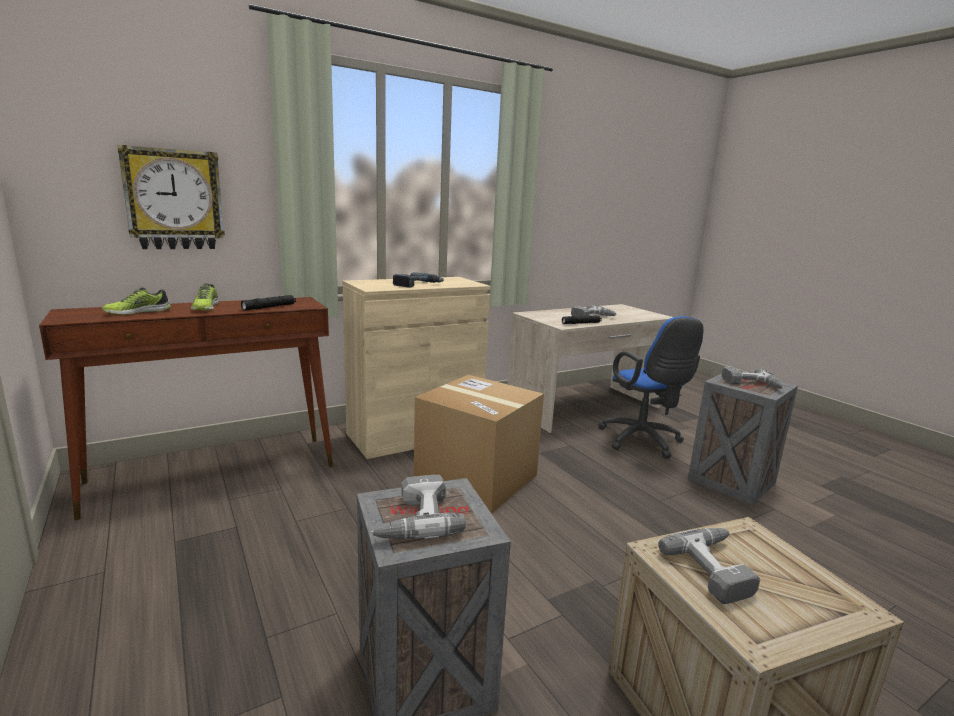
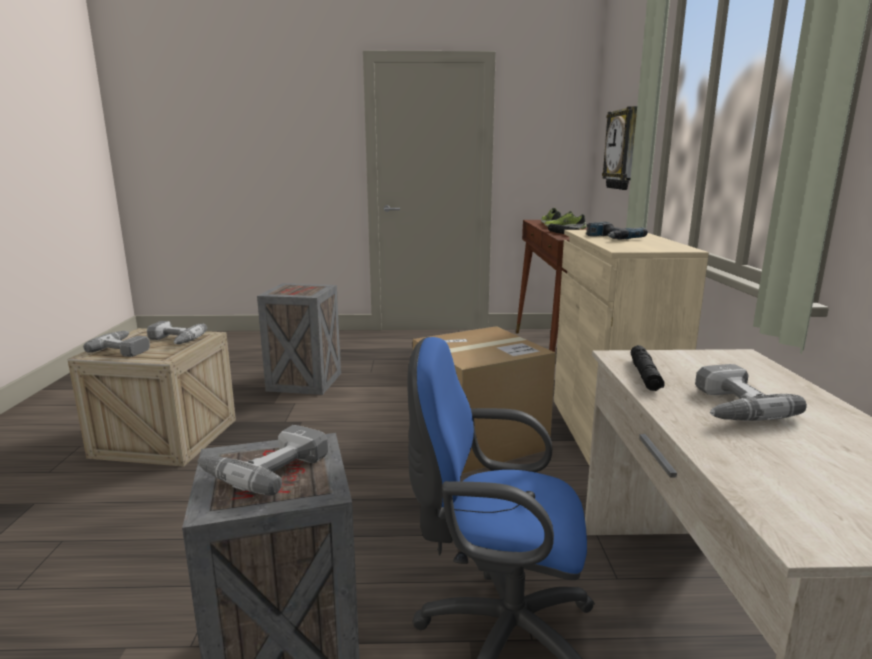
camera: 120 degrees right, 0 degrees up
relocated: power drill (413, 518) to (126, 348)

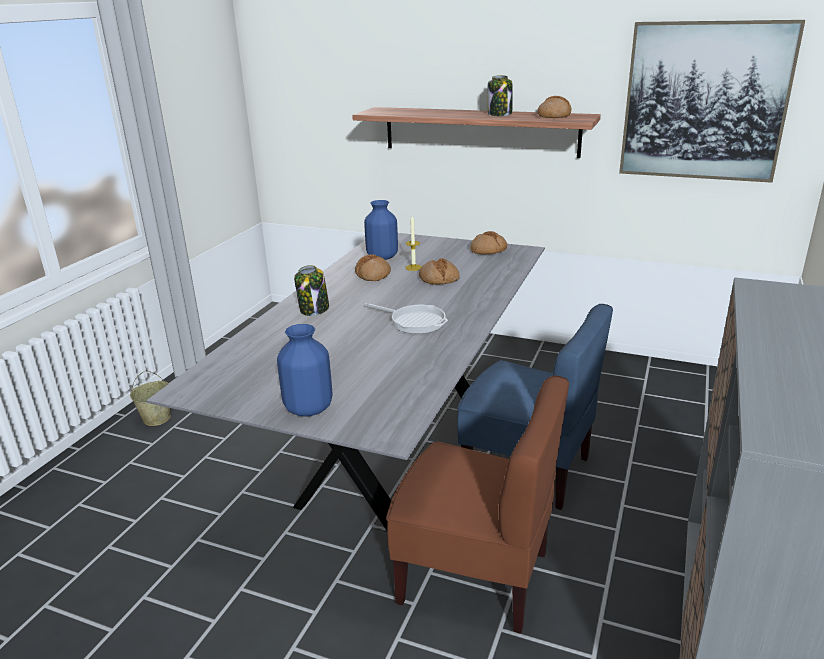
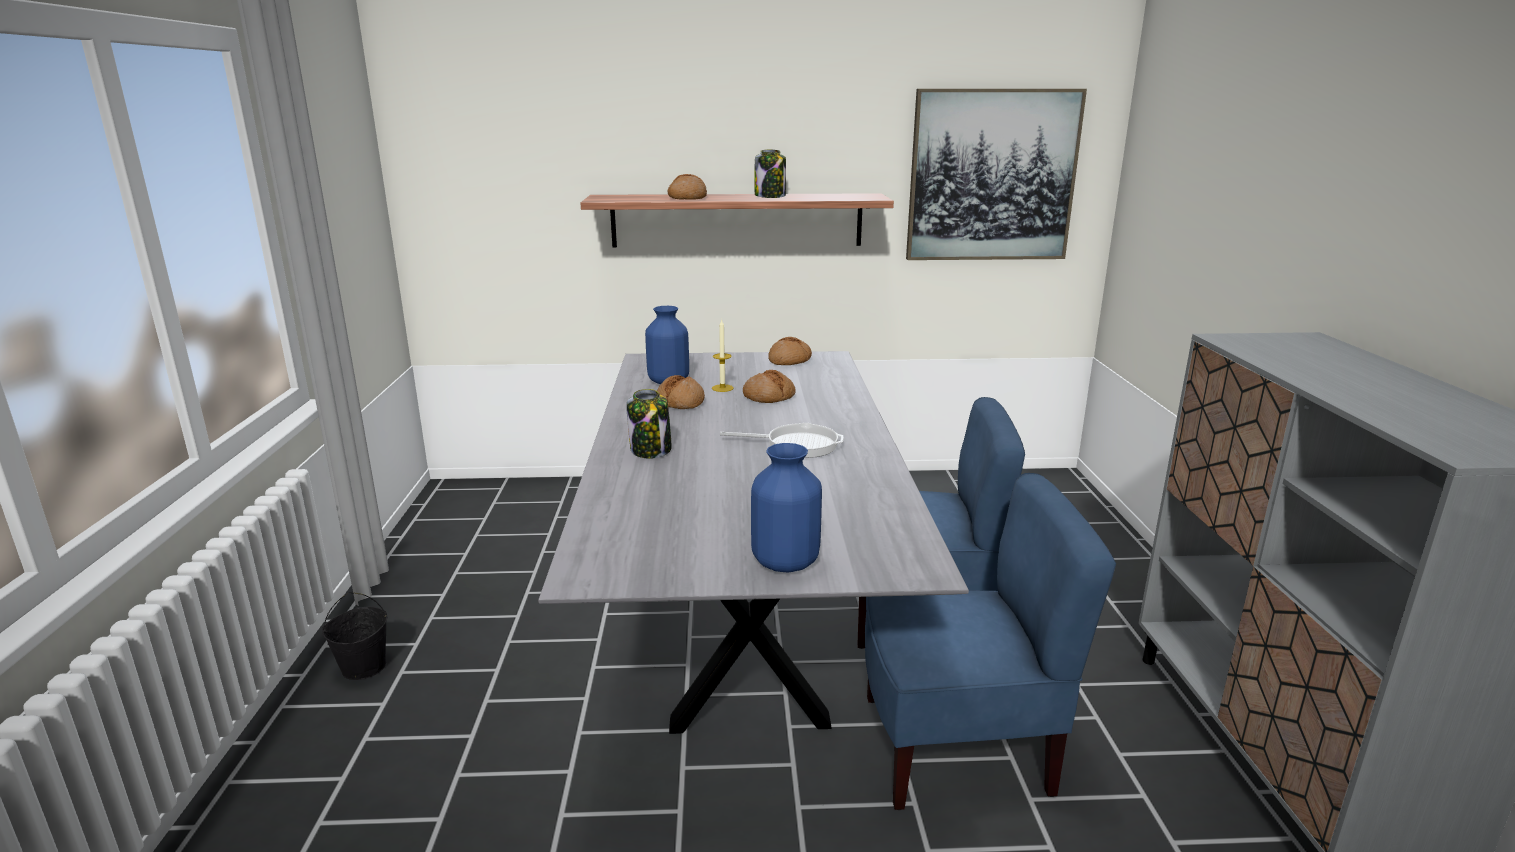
camera: 25 degrees left, 5 degrees down
relocated: bread (554, 115) to (687, 197)
colour: beige bucket (157, 418) to black bucket (364, 666); brown chair (475, 575) to blue chair (956, 748)

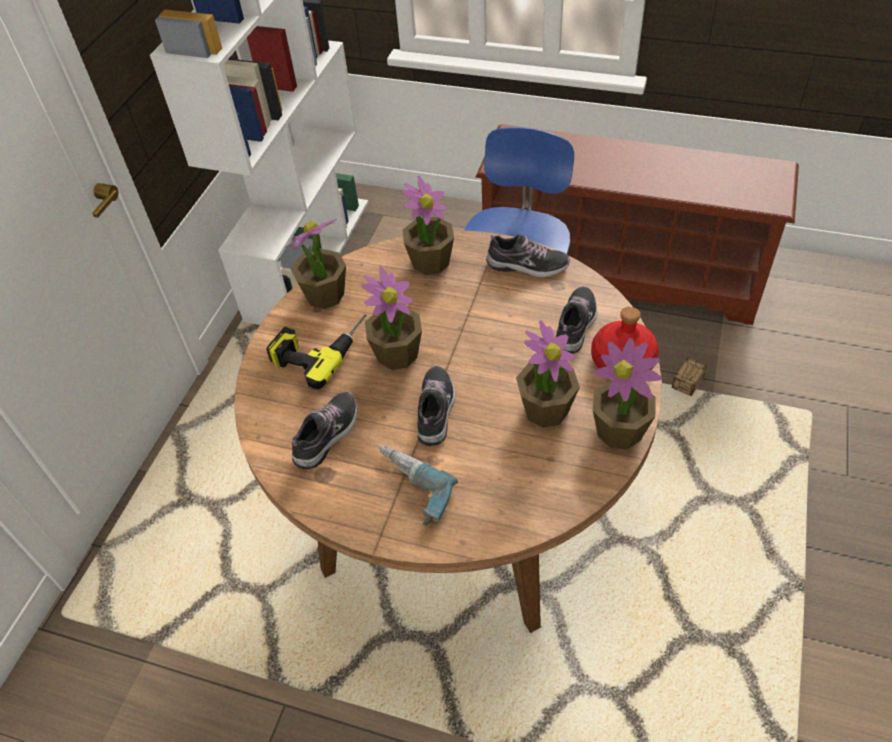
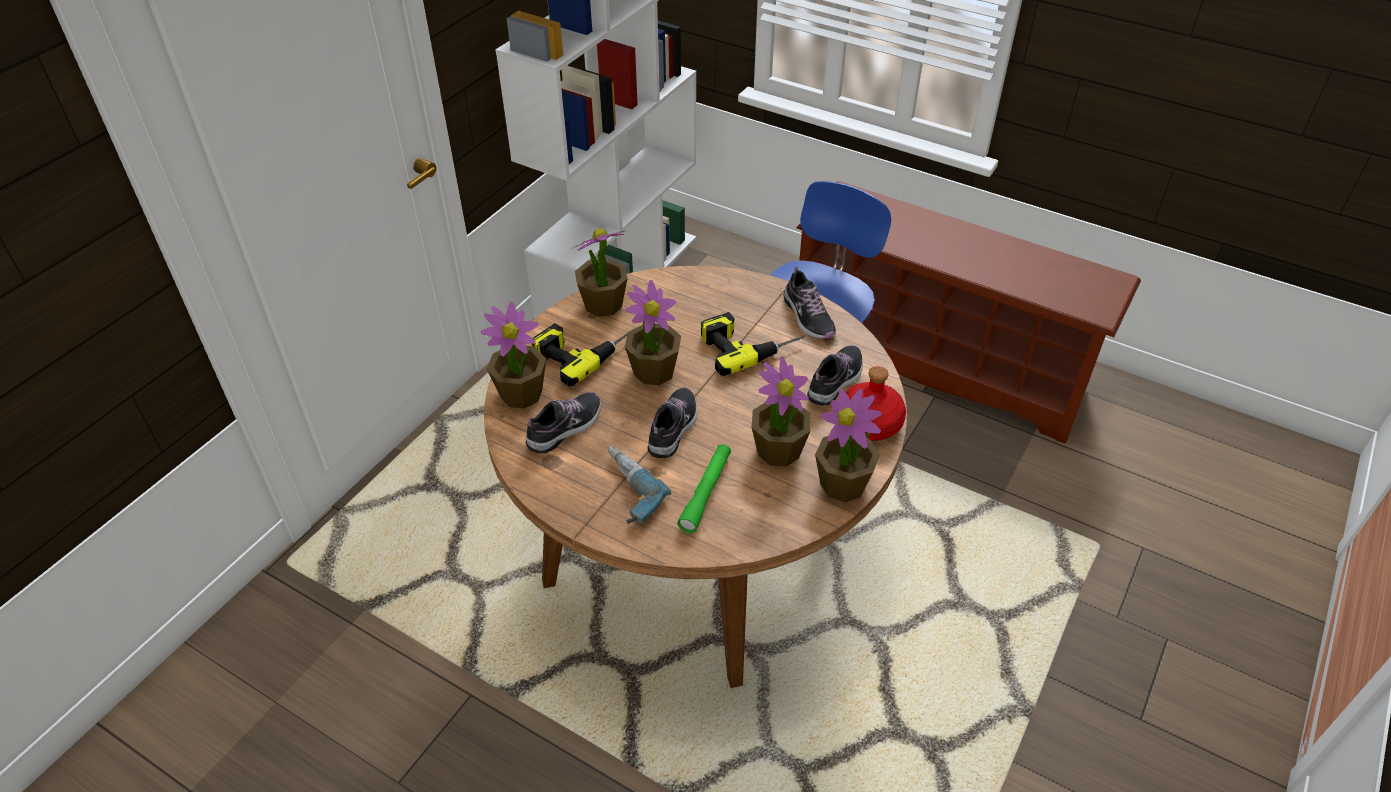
camera: 10 degrees right, 5 degrees down
missing: storage box (678, 397)
appeared: green flashlight (706, 492); power drill (748, 344)
relocated: potted plant (430, 262) to (521, 393)
spun: shoe (527, 265) = (808, 317) 45 degrees clockwise

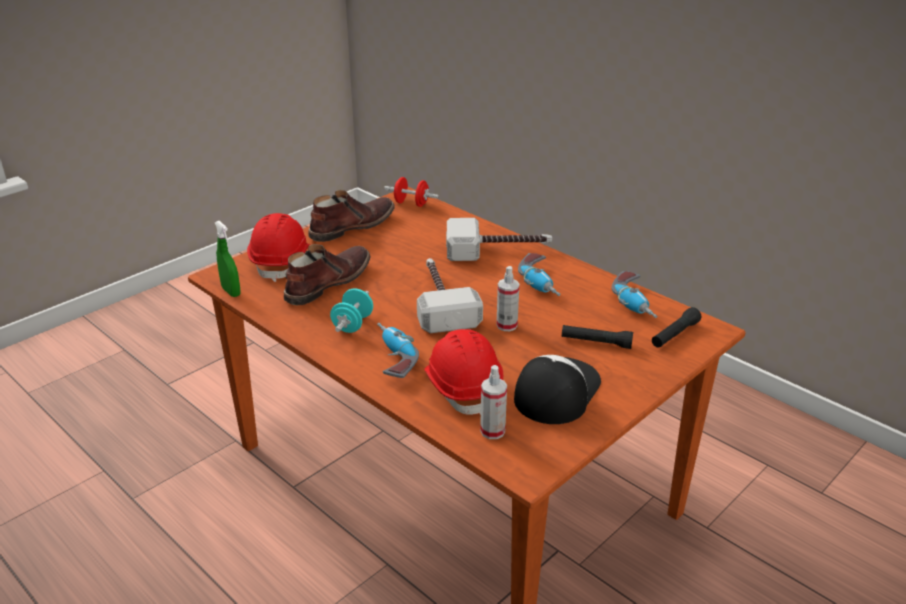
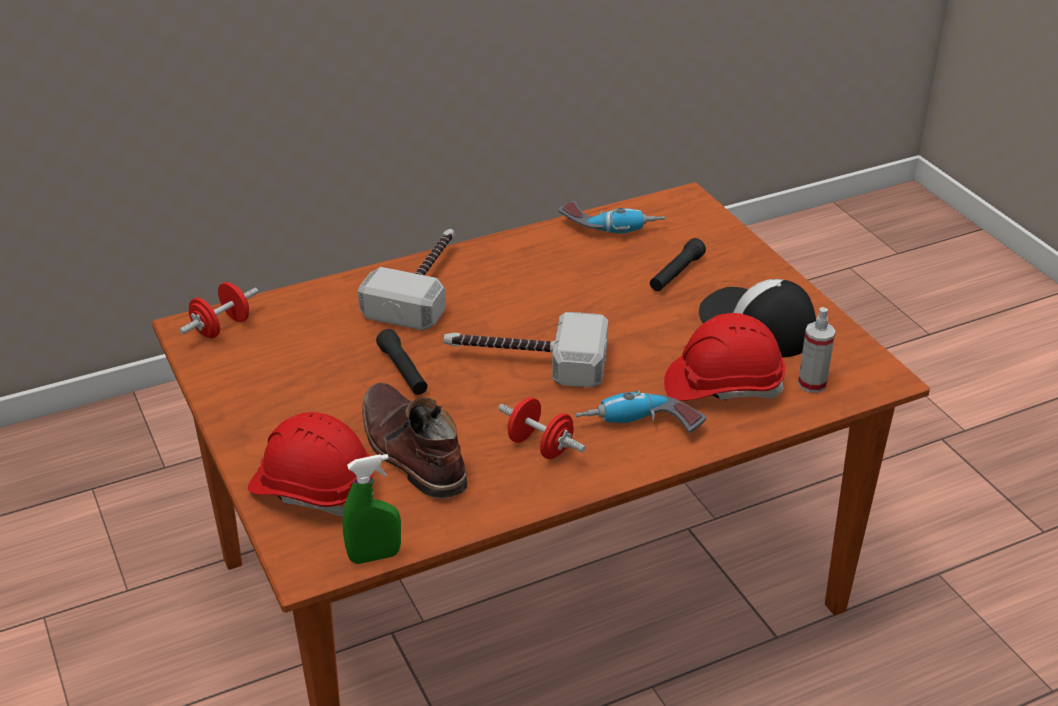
camera: 70 degrees left, 5 degrees up
missing: brown boot (351, 226); spray bottle (506, 325); power drill (541, 283)
relocated: black flashlight (674, 335) to (403, 371)
colour: turquoise dumbbell (353, 324) to red dumbbell (540, 446)

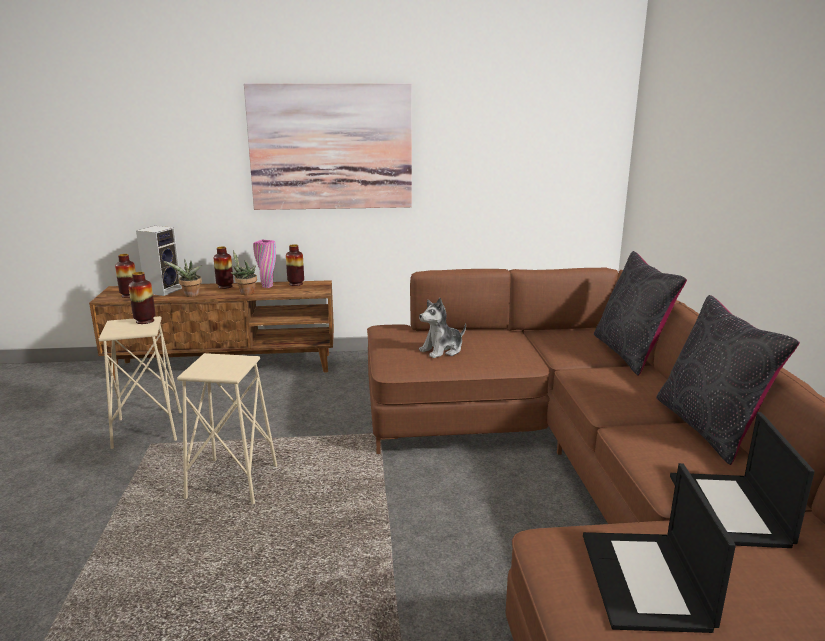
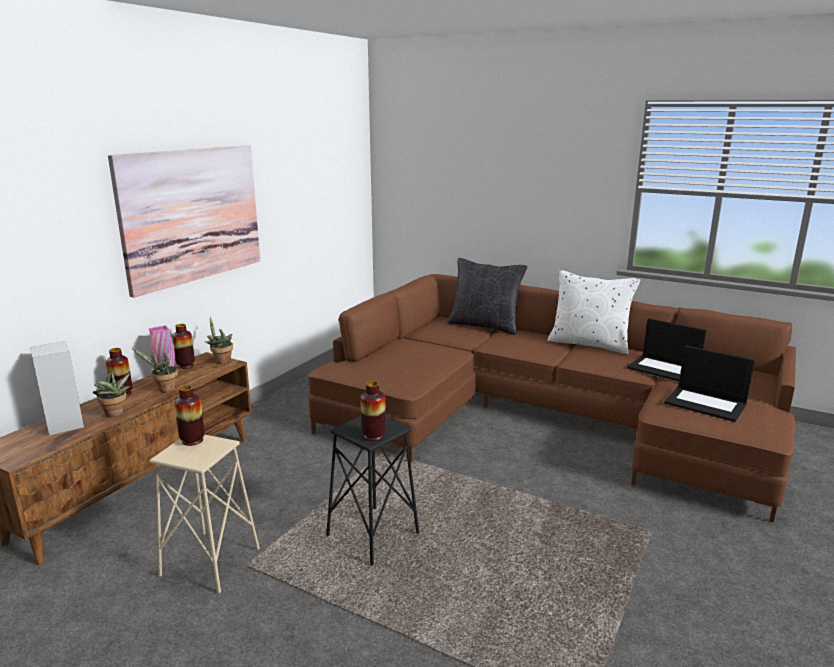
camera: 55 degrees left, 0 degrees up
missing: plush toy (442, 350)
appeared: potted plant (221, 361)
relocated: vase (129, 295) to (373, 436)
colour: beige stool (232, 482) to black stool (372, 535); black pillow (709, 427) to white pillow (589, 344)

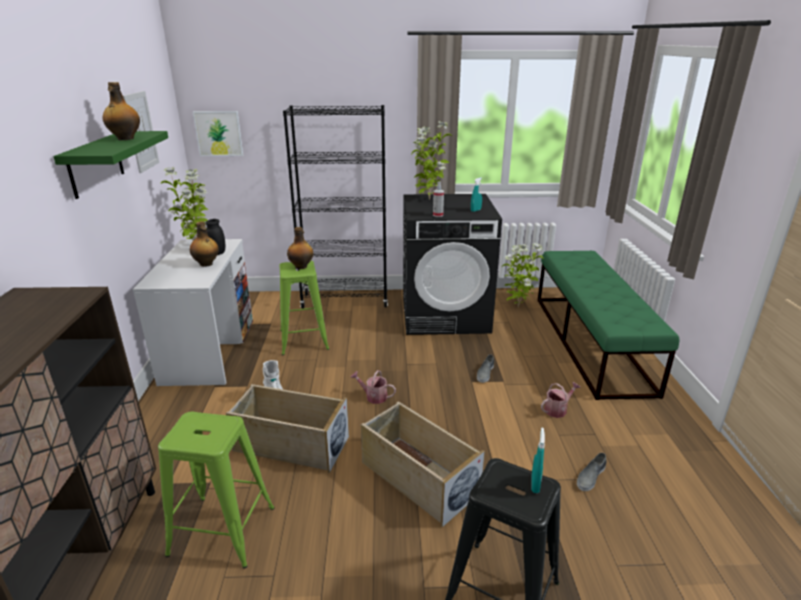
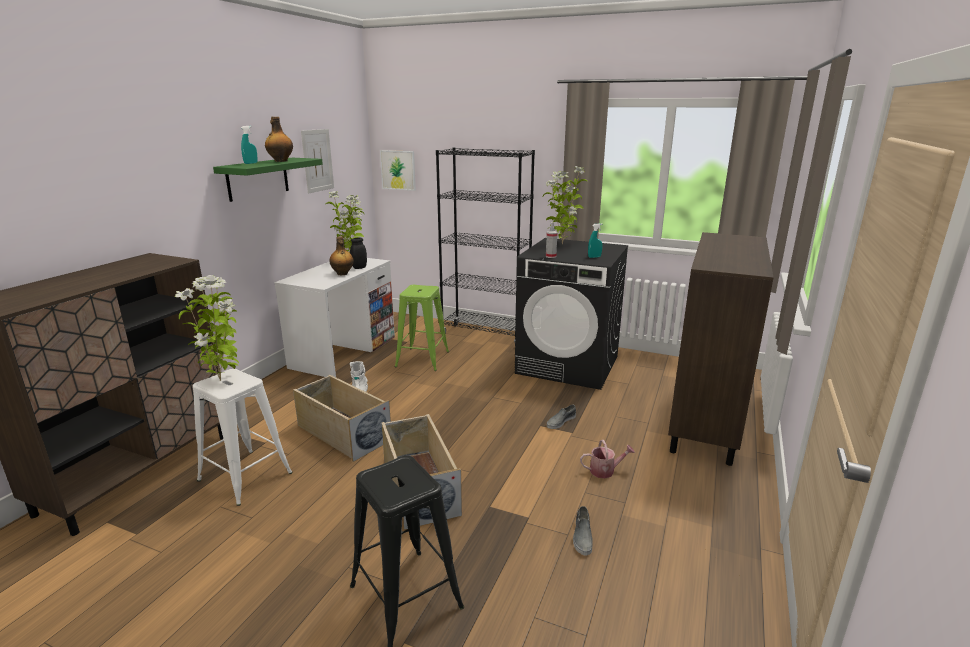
camera: 25 degrees right, 5 degrees down
missing: bottle (301, 267); watering can (373, 396)
relocated: potted plant (517, 306) to (222, 379); turquoise spray bottle (535, 485) to (251, 163)
exchanged: green bench (590, 342) to brown cabinet (704, 420)
colour: green stool (223, 531) to white stool (245, 477)
spun: grey shoe (590, 476) = (582, 536) 60 degrees counterclockwise

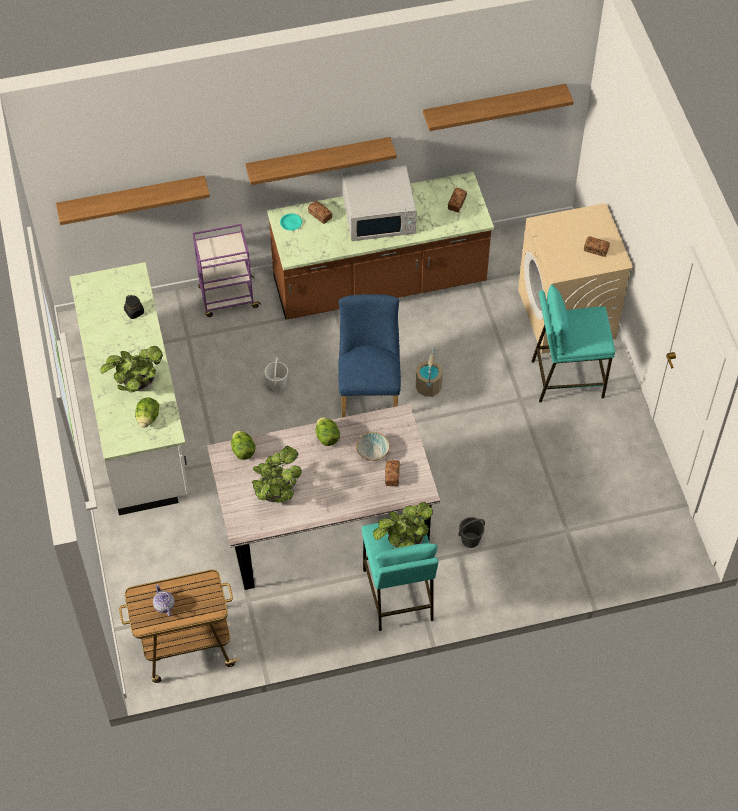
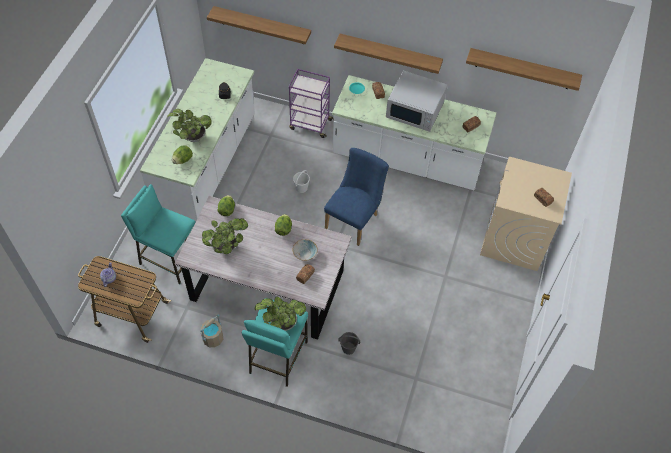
camera: 30 degrees right, 0 degrees up
relocated: beige bucket (428, 386) to (213, 338); turquoise stool (566, 378) to (170, 259)
colour: brown counter (379, 283) to white counter (407, 160)

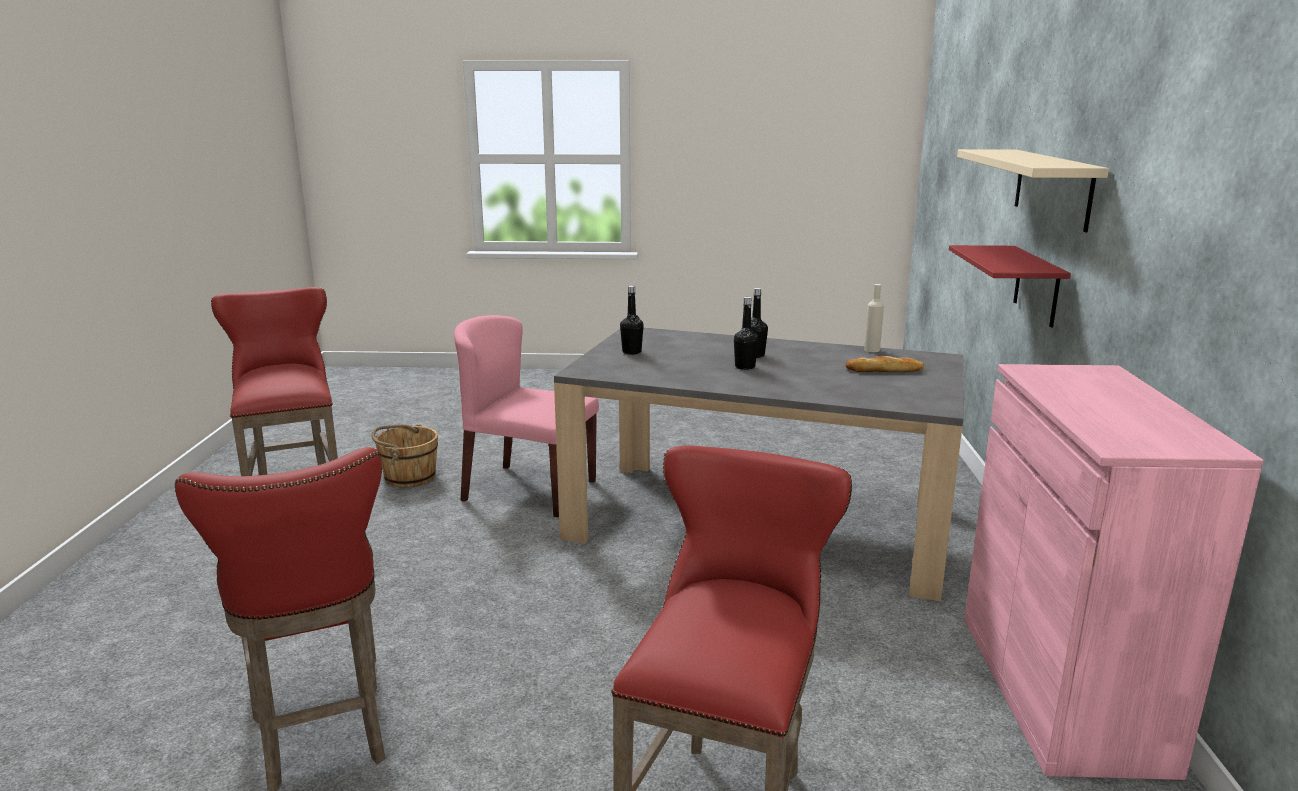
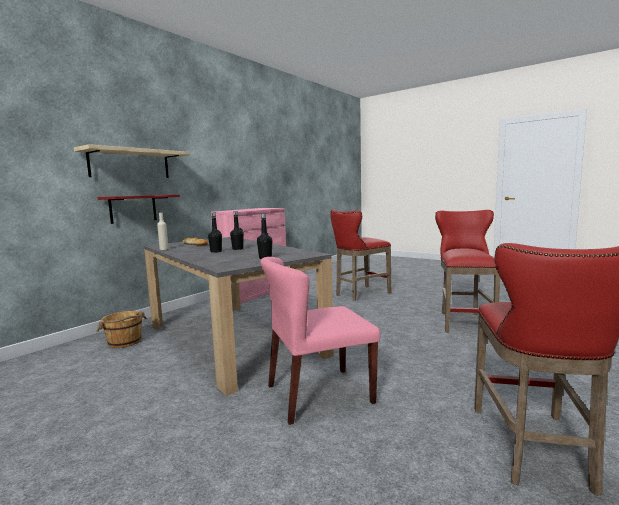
camera: 145 degrees left, 10 degrees down
relocated: brown bucket (409, 477) to (125, 342)
spun: pink chair (528, 490) = (318, 394) 105 degrees clockwise

